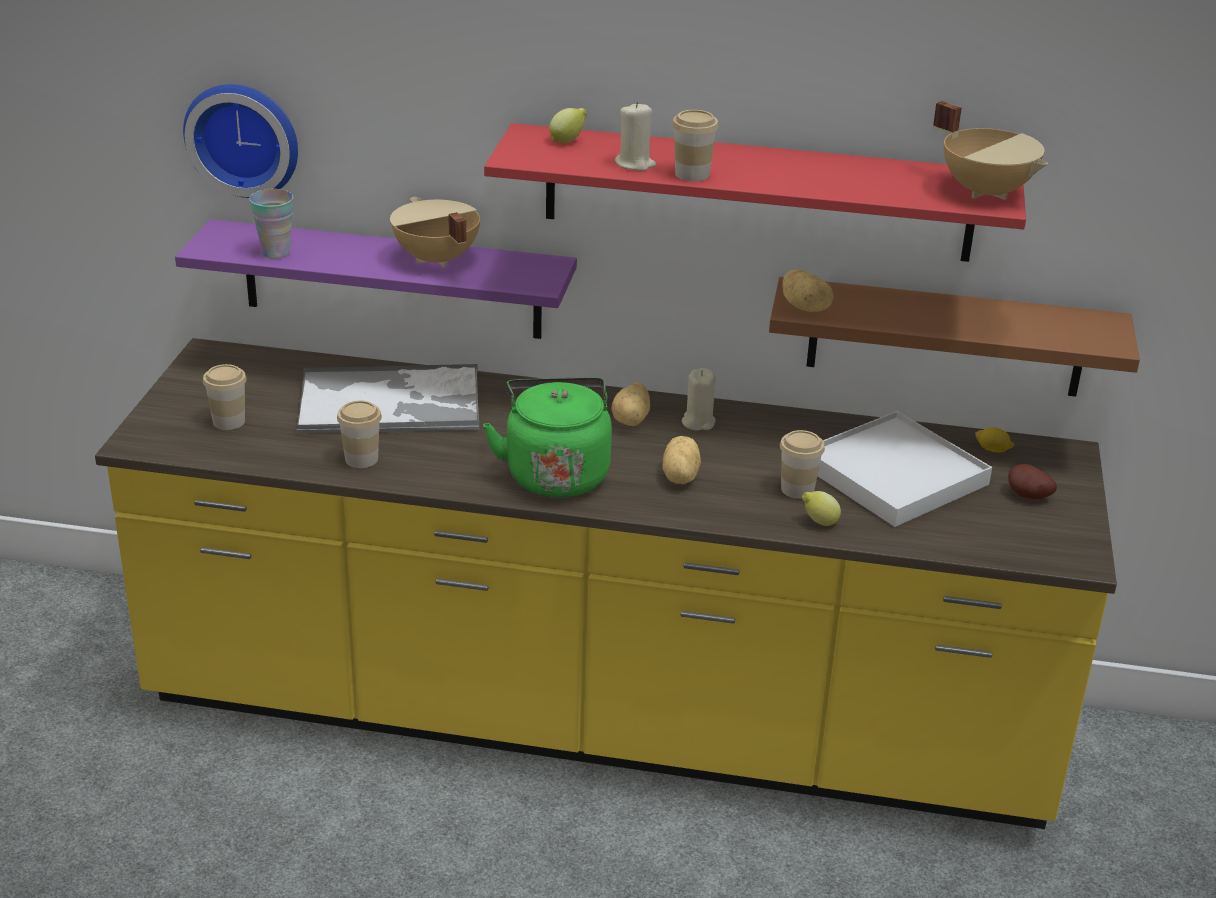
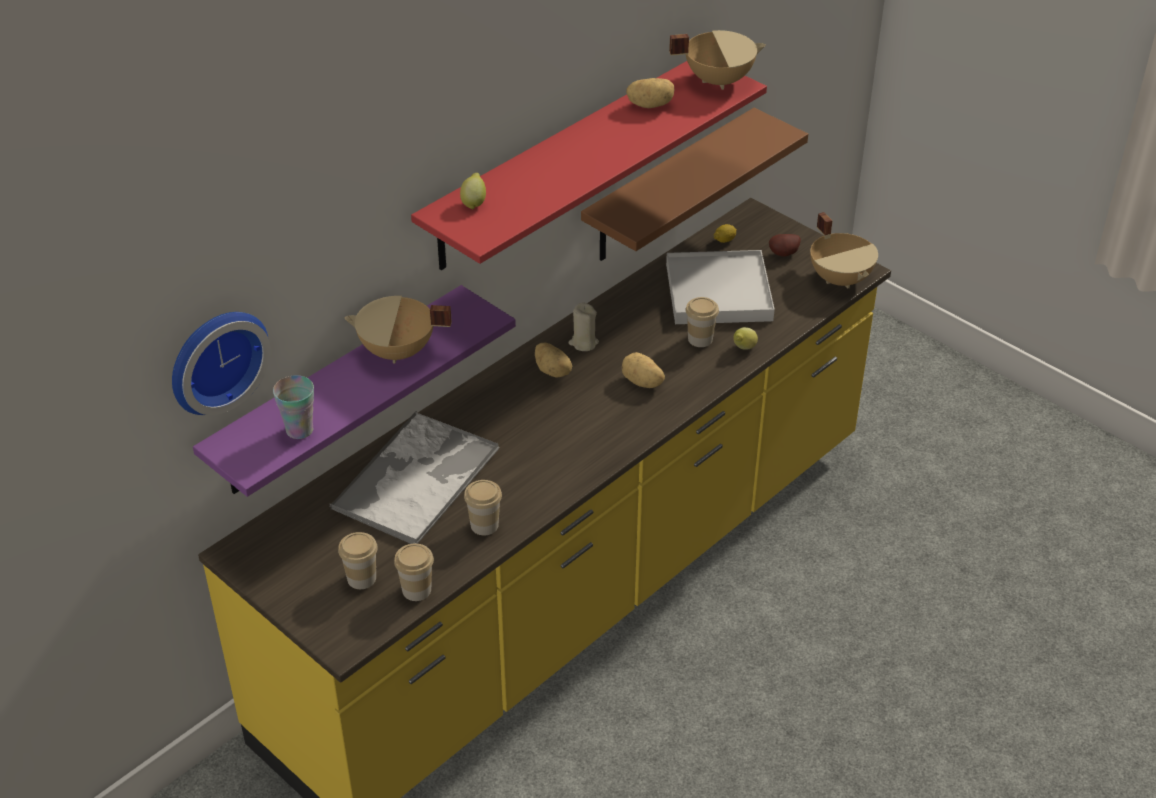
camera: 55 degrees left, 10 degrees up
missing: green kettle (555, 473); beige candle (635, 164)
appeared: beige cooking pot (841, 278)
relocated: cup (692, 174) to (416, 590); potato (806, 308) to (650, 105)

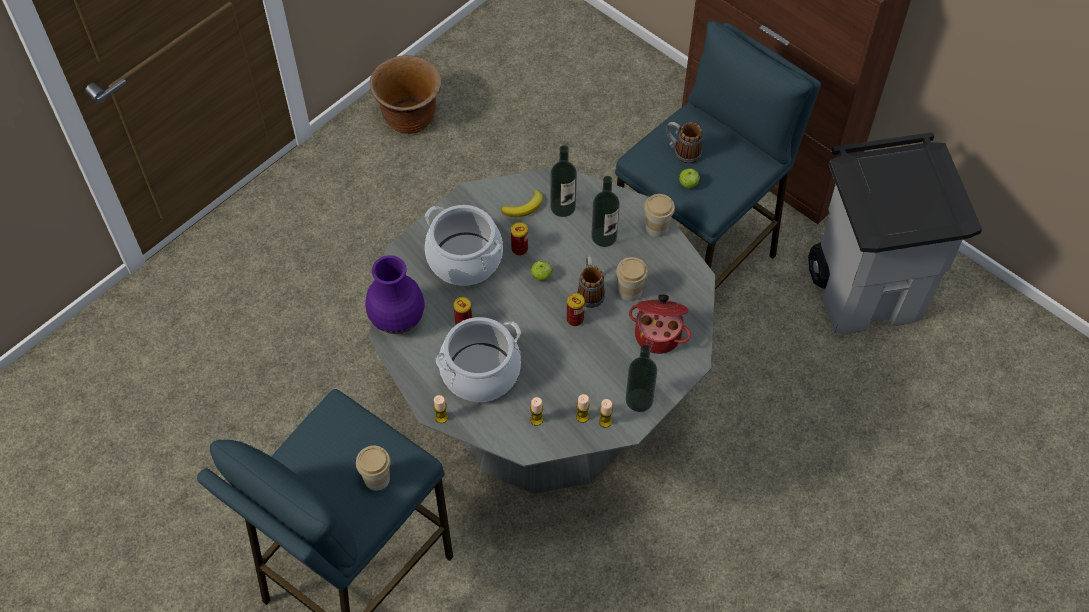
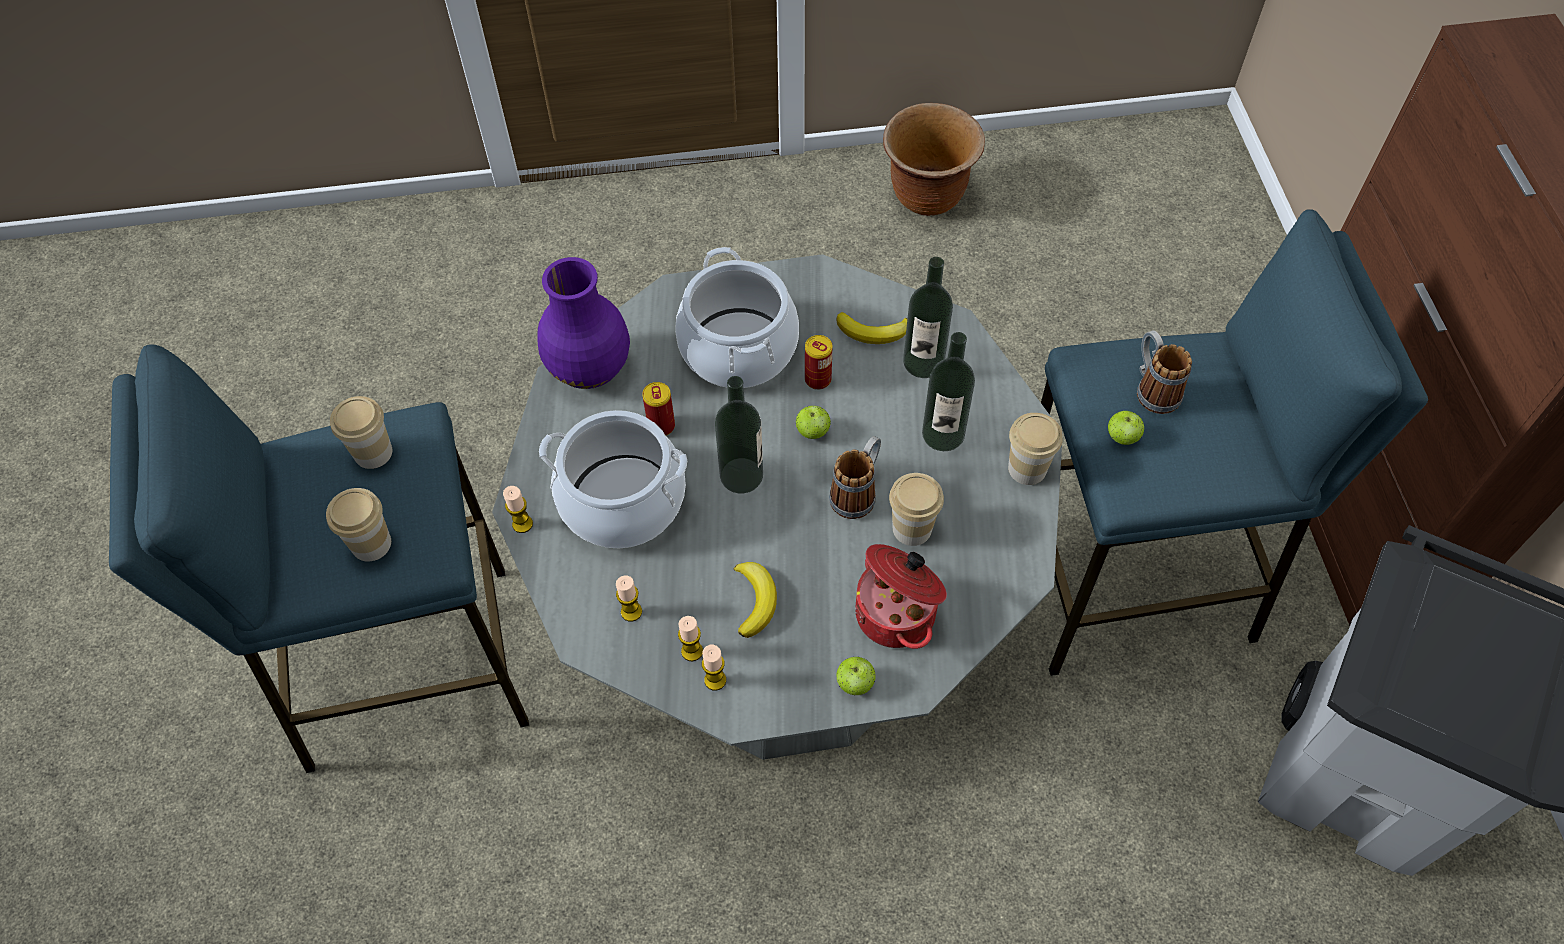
camera: 40 degrees right, 0 degrees up
missing: can (575, 319)
appeared: cup (373, 452); banana (755, 600); apple (855, 684)
relocated: bottle (639, 400) to (741, 475)

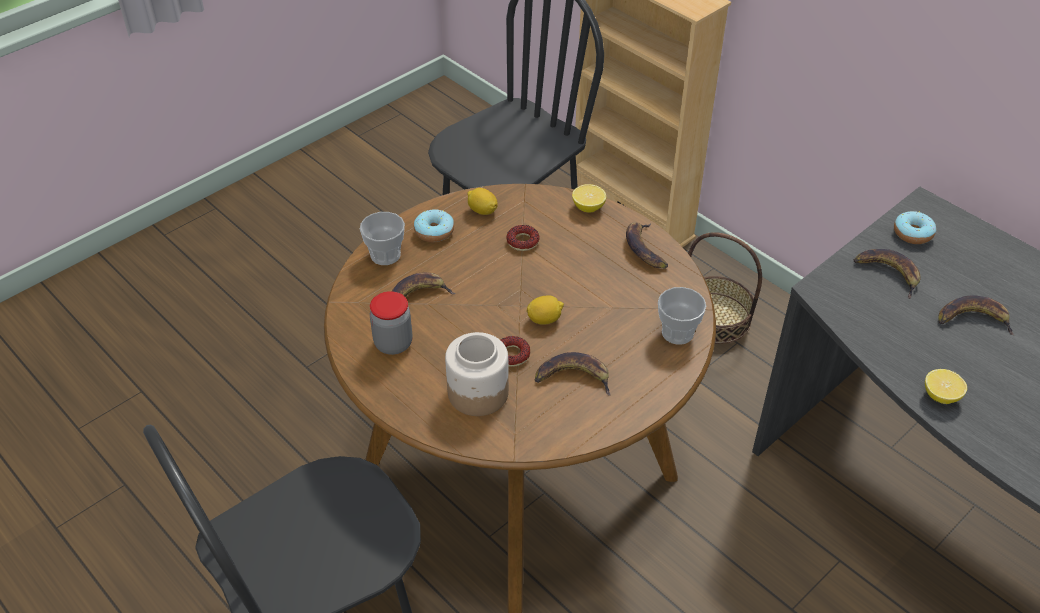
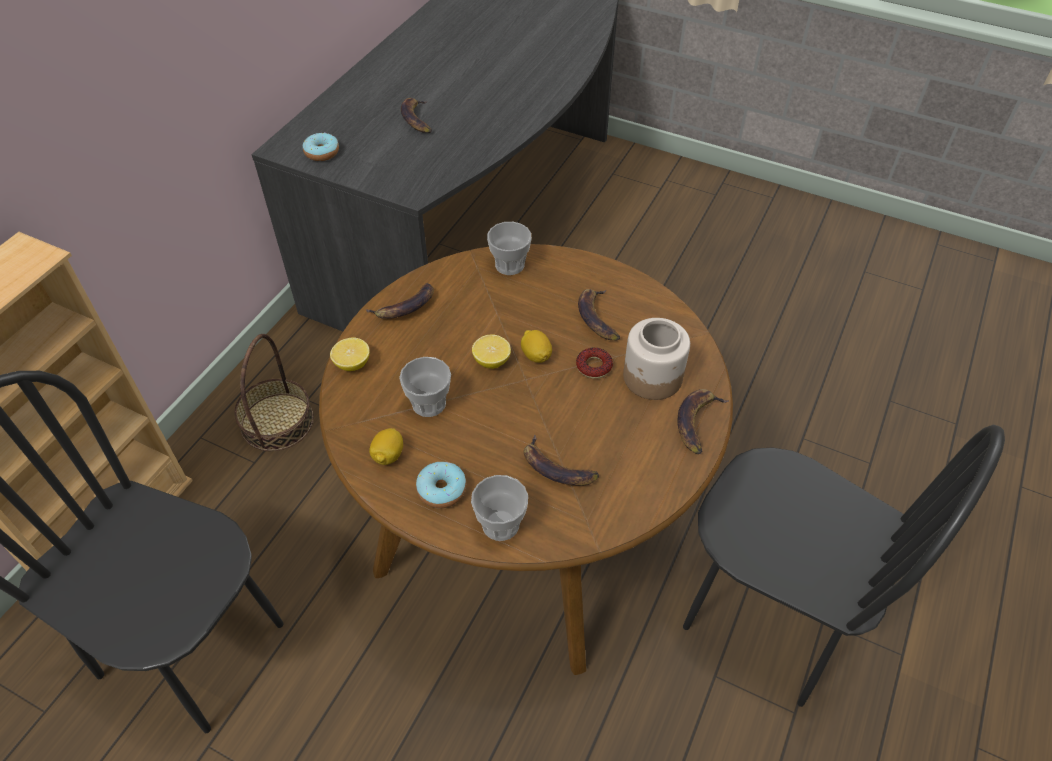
camera: 110 degrees left, 5 degrees up
missing: jar (393, 343)
relocated: banana (888, 273) to (697, 422); lemon (940, 396) to (491, 361)
exchanged: donut (522, 241) to cup (429, 403)

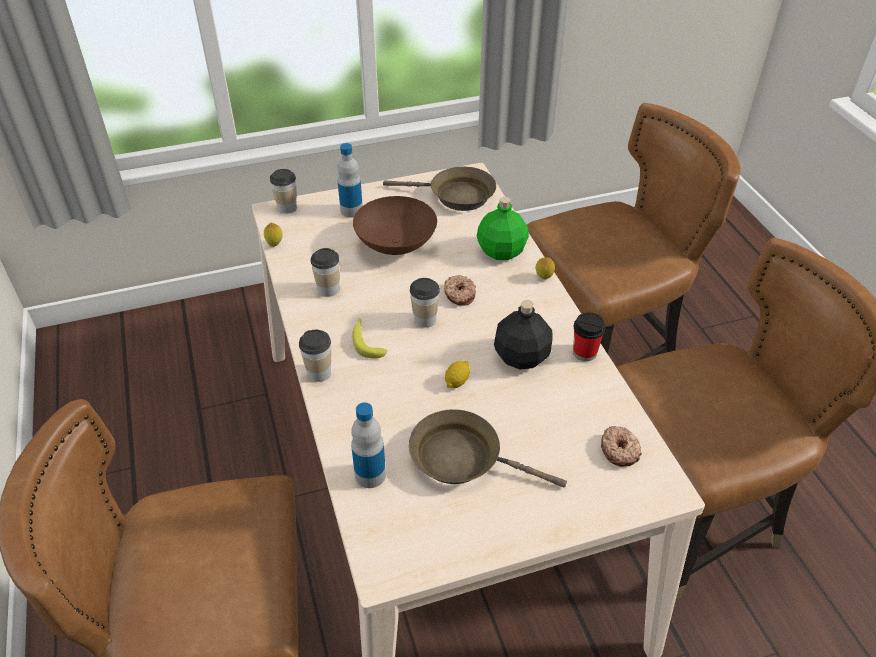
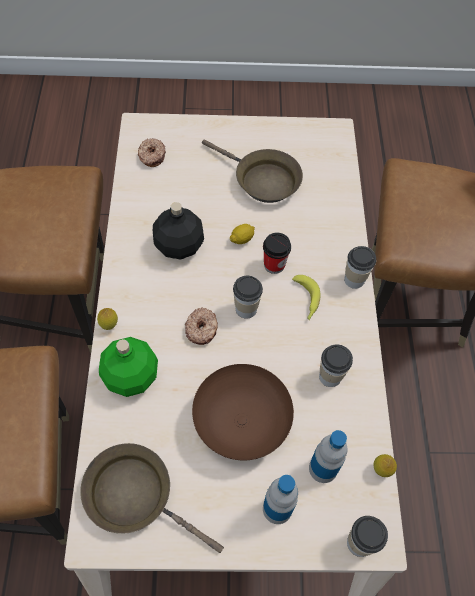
camera: 165 degrees left, 15 degrees up
relocated: bottle (370, 475) to (323, 468); cup (584, 352) to (274, 265)

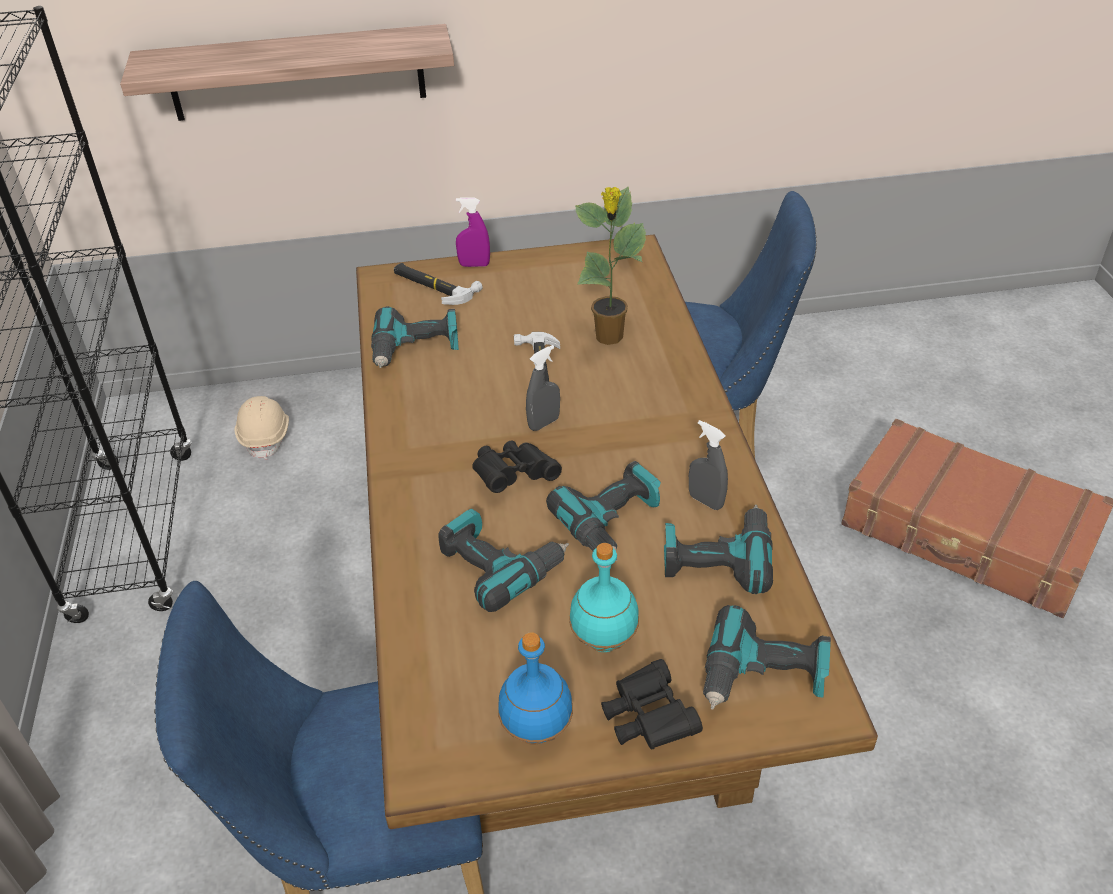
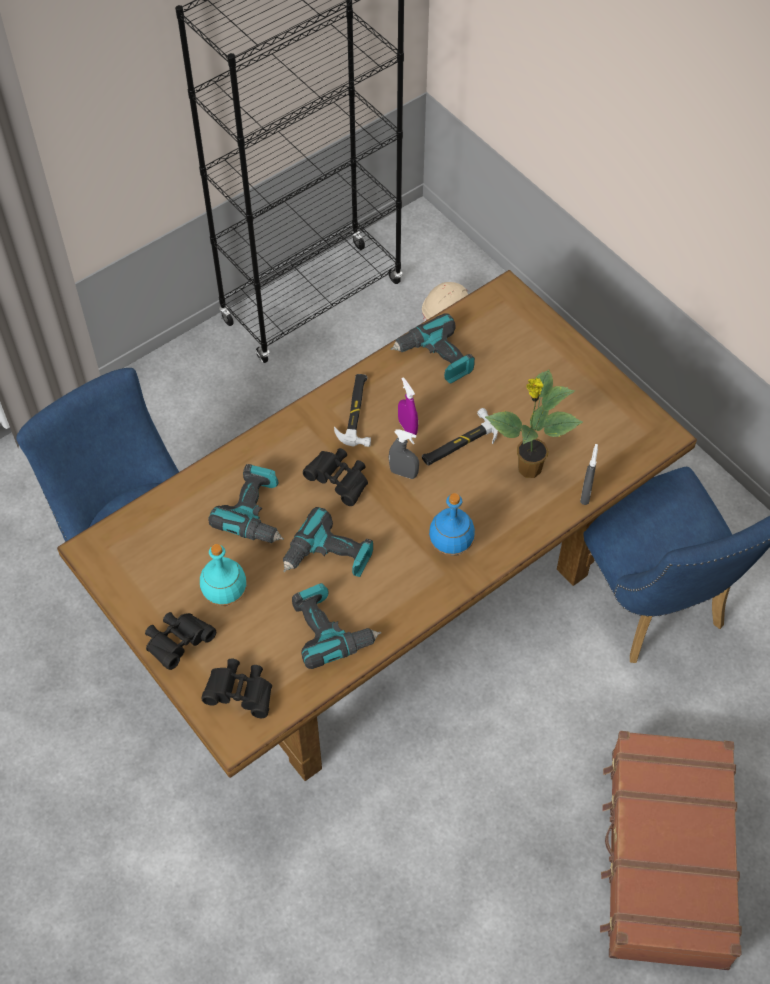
camera: 60 degrees right, 15 degrees up
missing: shelf (297, 73)
relocated: hammer (433, 285) to (357, 412); purple spray bottle (474, 265) to (407, 428); blue bottle (537, 729) to (451, 546); grey spray bottle (705, 501) to (585, 494)
exchanged: power drill (763, 677) to black binoculars (241, 693)

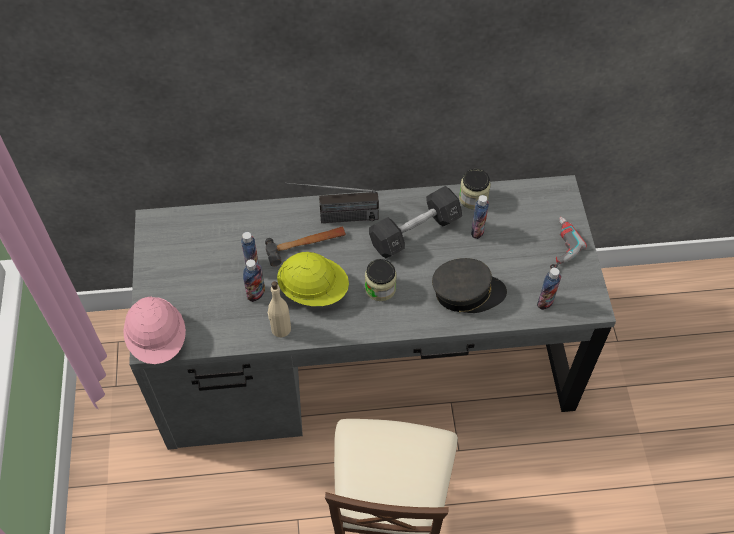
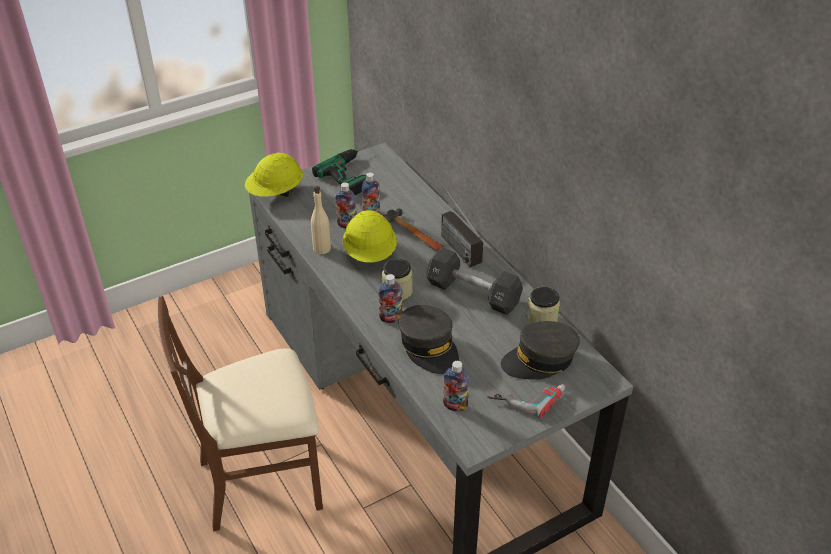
camera: 65 degrees right, 15 degrees down
appeared: power drill (354, 174); grey cap (540, 360)
relocated: bottle (477, 231) to (391, 318)
colour: pink hard hat (158, 340) to yellow hard hat (275, 192)

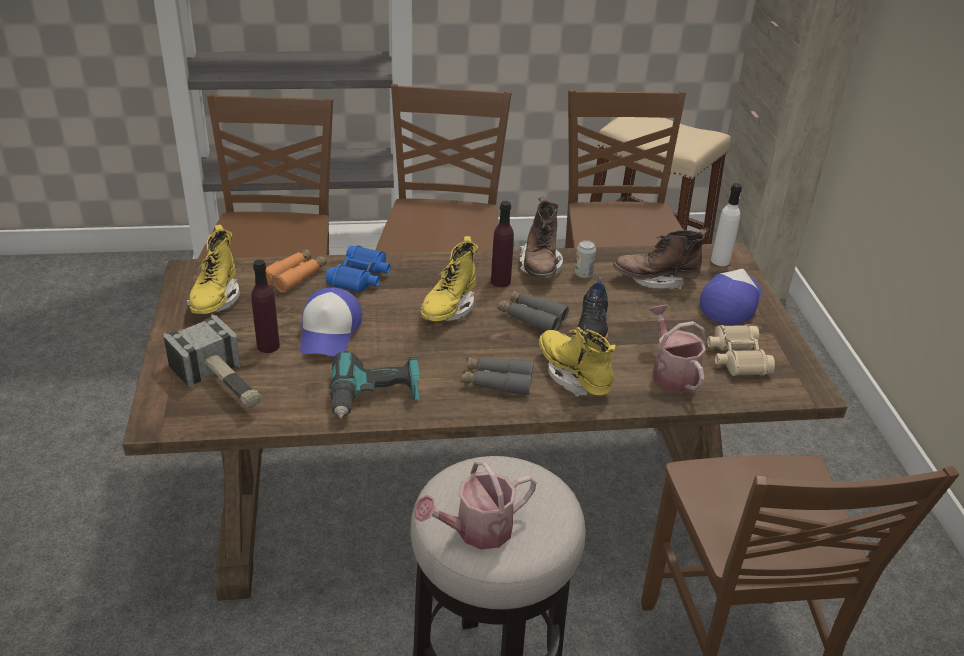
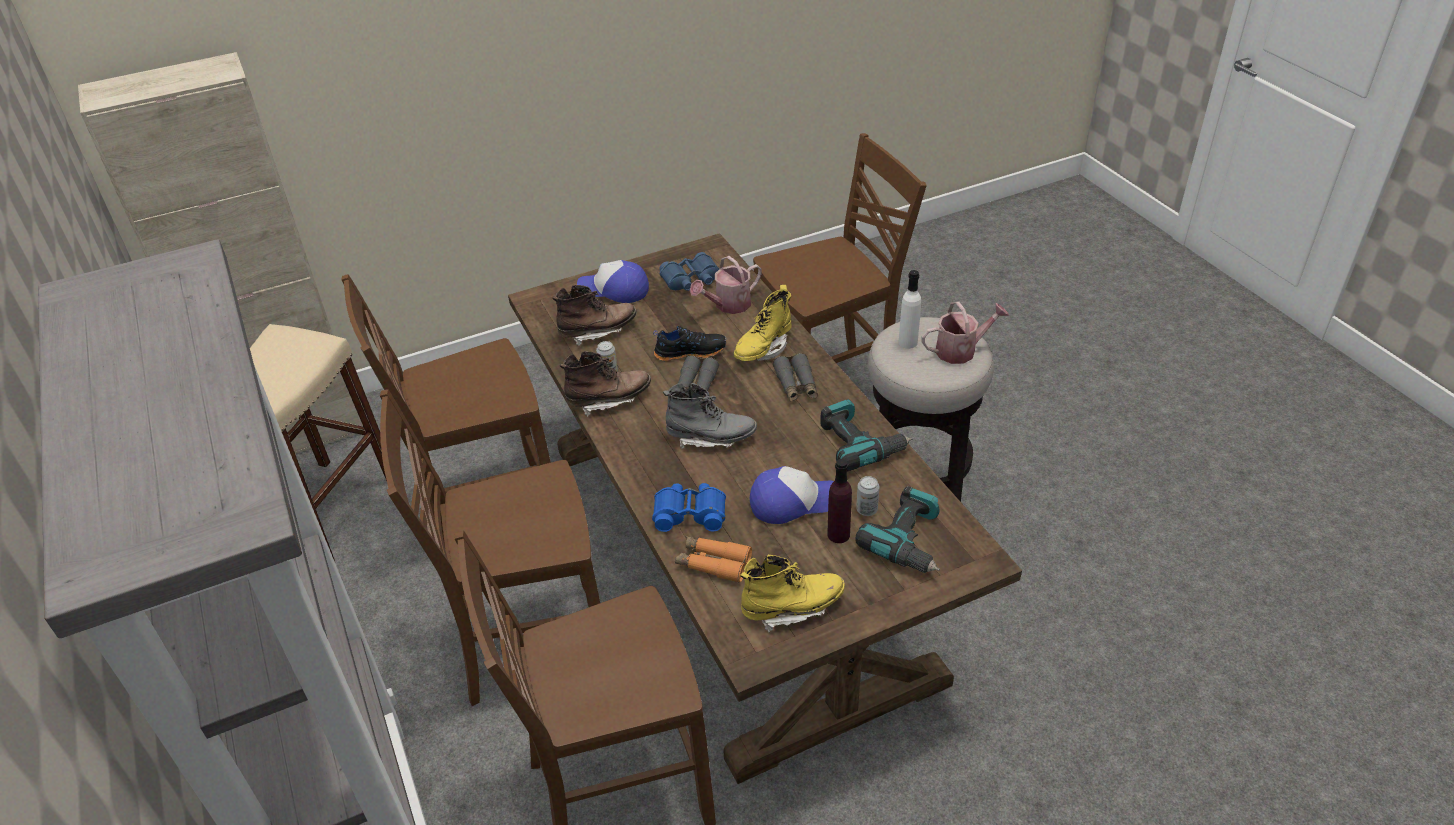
camera: 105 degrees left, 5 degrees up
missing: purple bottle (500, 281)
appeared: can (866, 510)
relocated: white bottle (720, 261) to (908, 342)
exchanged: hammer (223, 384) to power drill (909, 541)
colour: yellow boot (449, 309) to grey boot (711, 438); beige binoculars (736, 358) to blue binoculars (691, 280)
spun: watering can (476, 531) = (961, 350) 60 degrees counterclockwise; brown boot (655, 280) = (598, 331) 90 degrees counterclockwise

